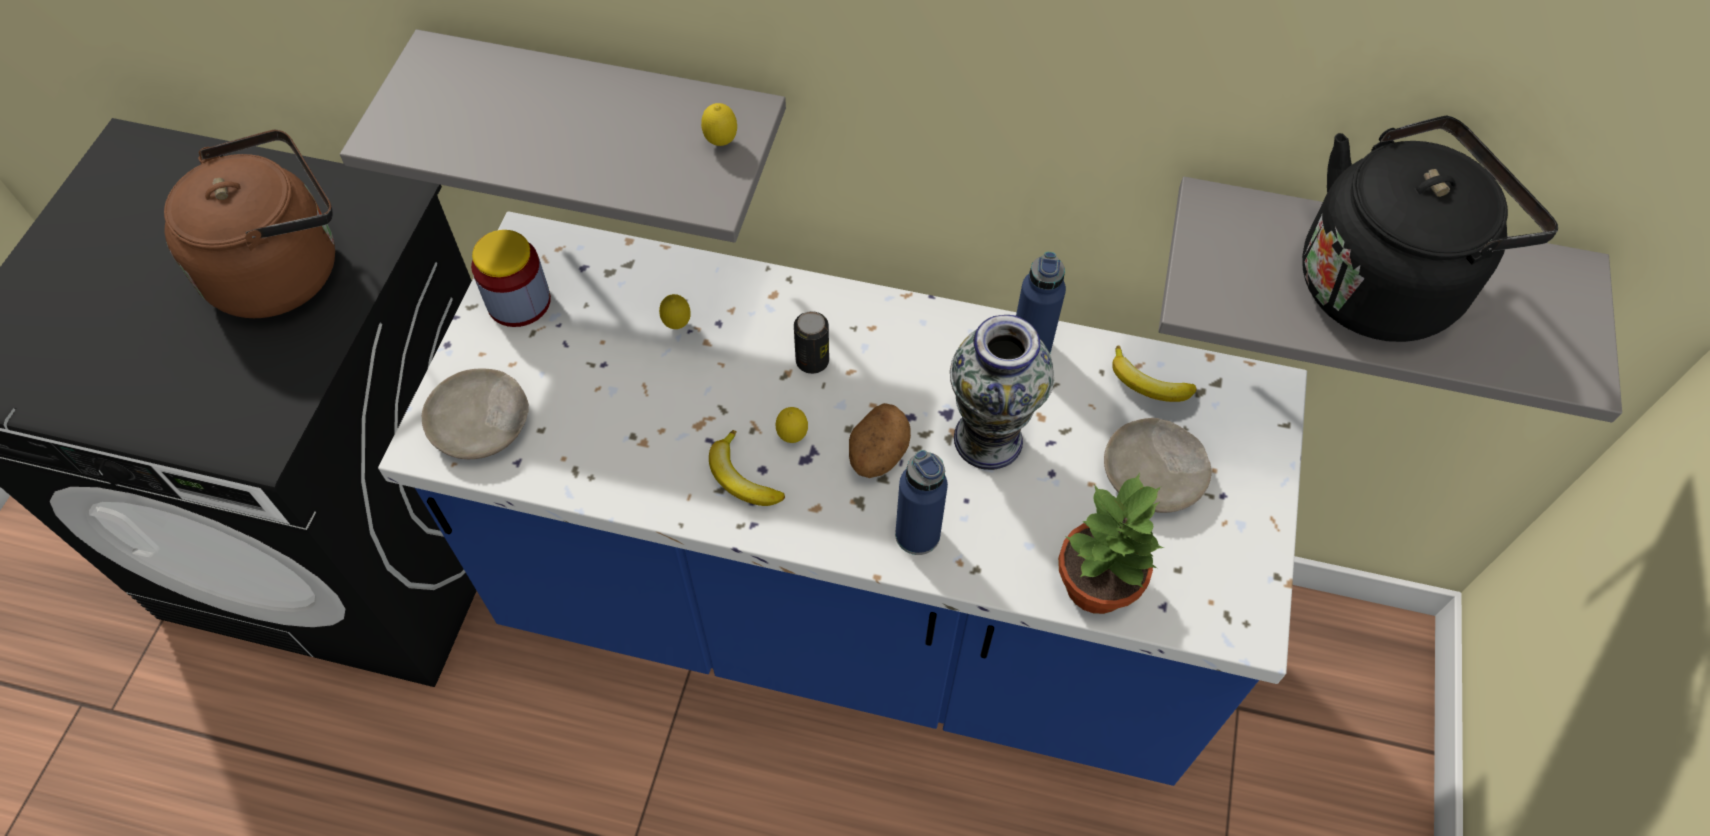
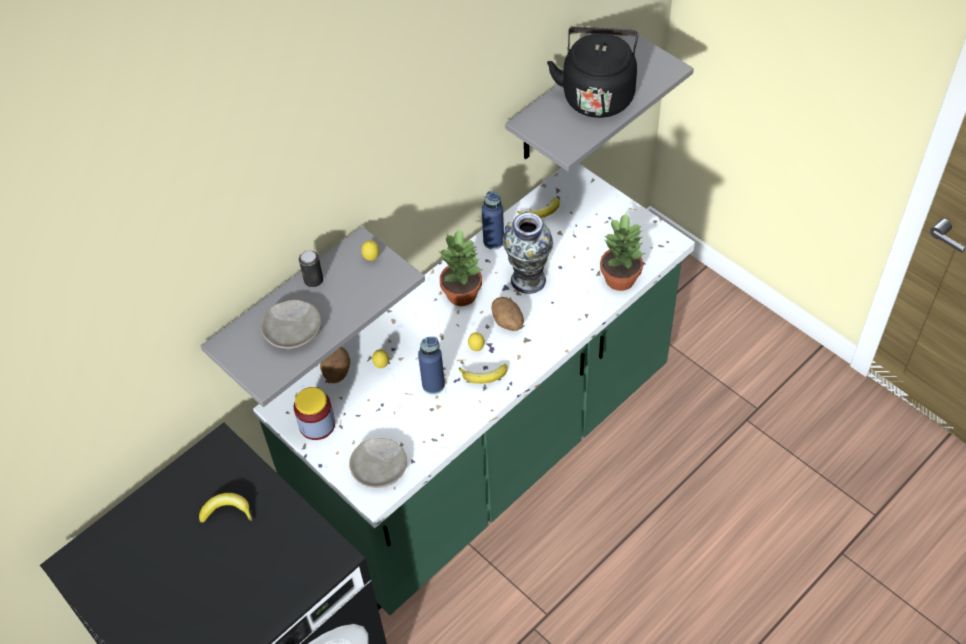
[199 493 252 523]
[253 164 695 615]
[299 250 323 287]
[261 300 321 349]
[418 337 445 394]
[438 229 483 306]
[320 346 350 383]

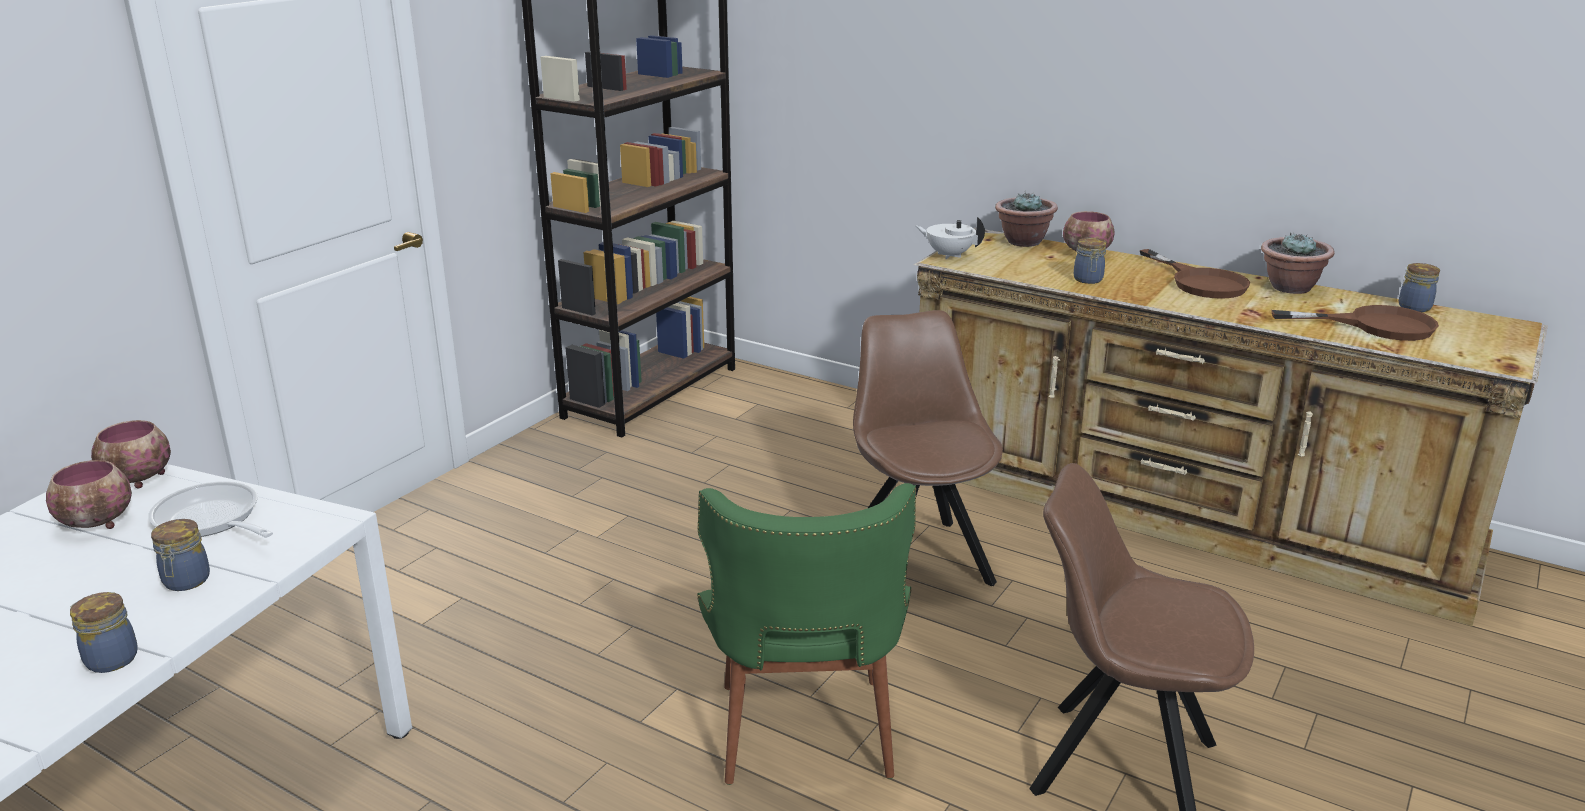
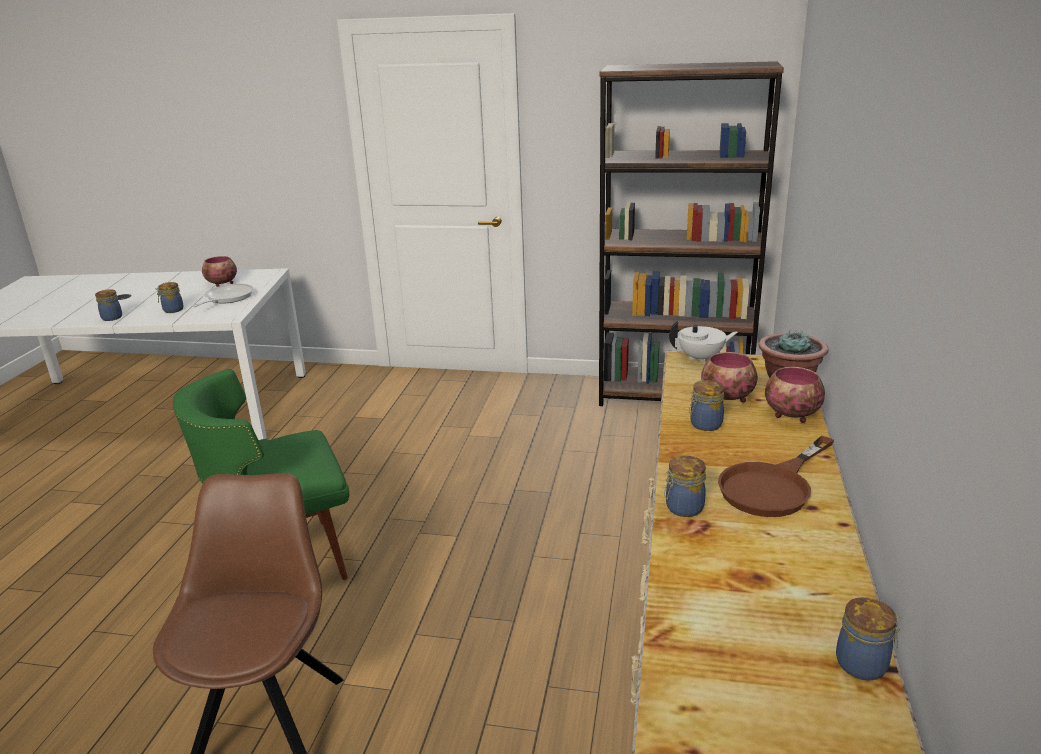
[669 321 738 363]
[1261 233 1335 294] (first image)
[1271 305 1439 341] (first image)
[853 310 1003 586] (first image)
[701 352 758 403]
[664 456 706 517]

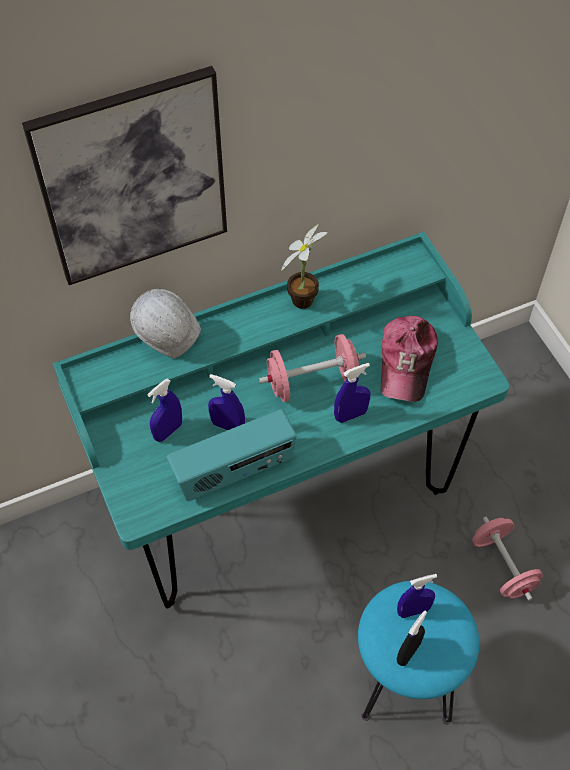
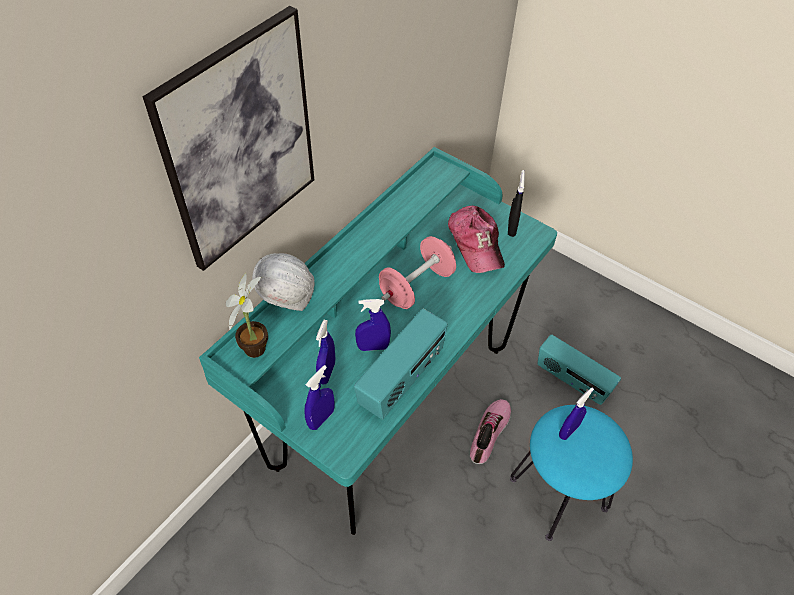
[225 273 268 358]
[304 365 334 430]
[537 334 621 405]
[508 170 525 237]
[470 399 511 464]

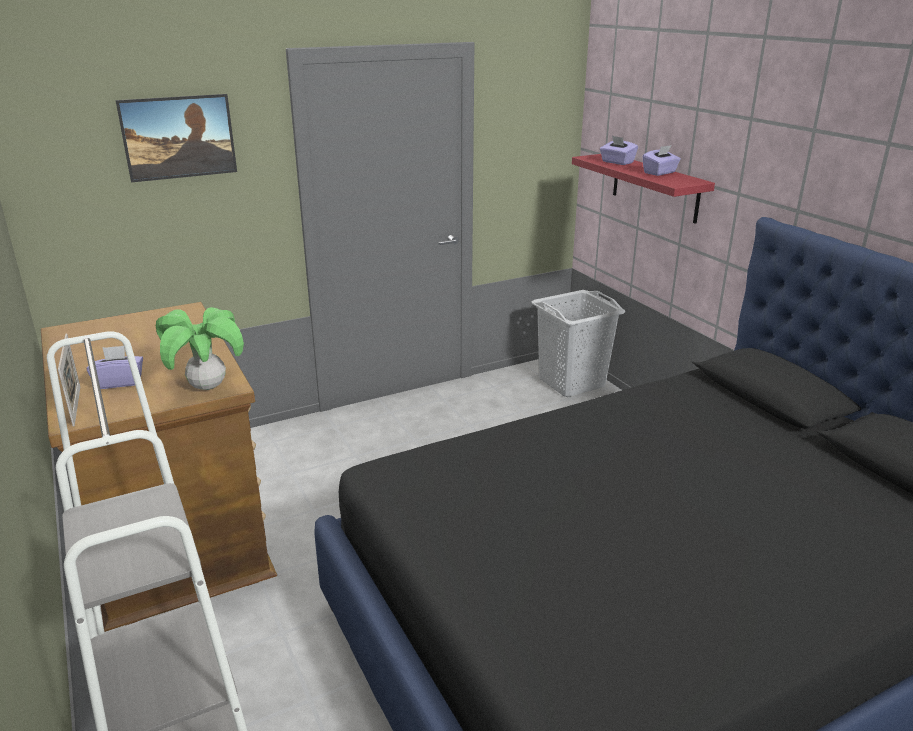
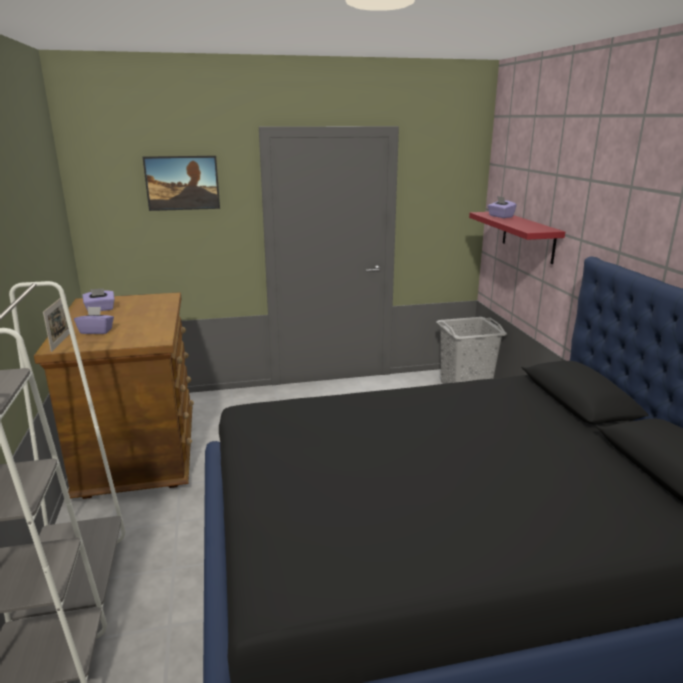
[82 288 115 311]
[156 307 244 390] (first image)

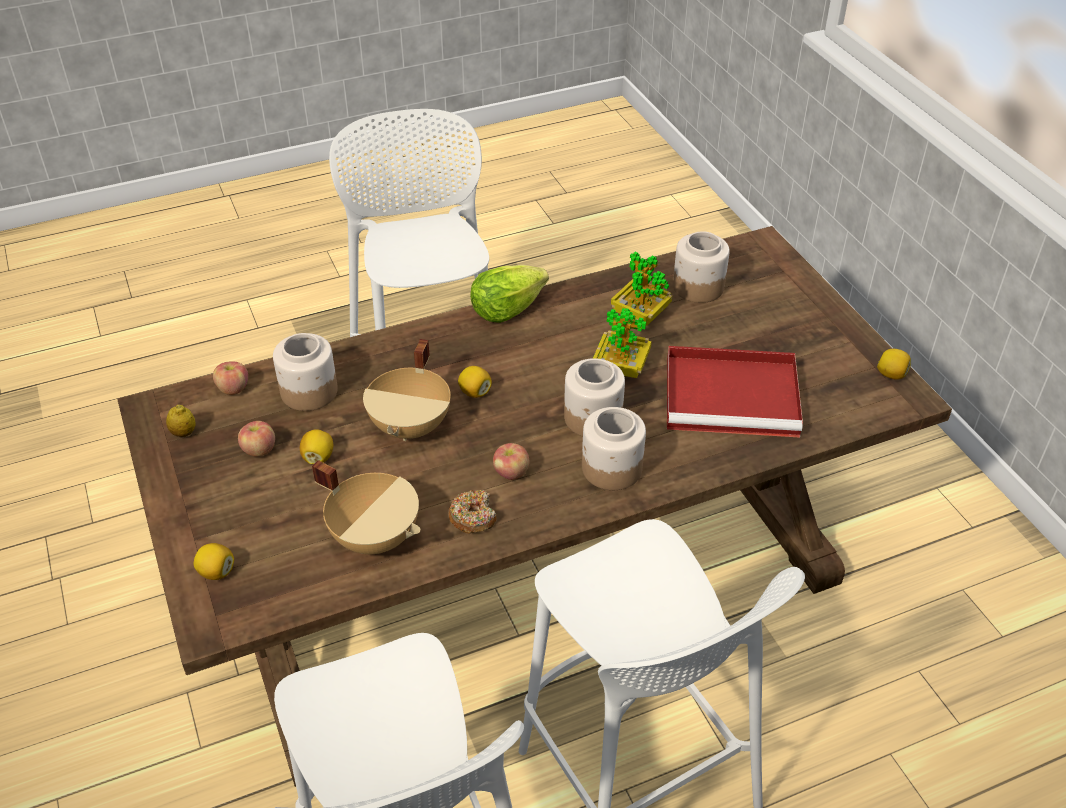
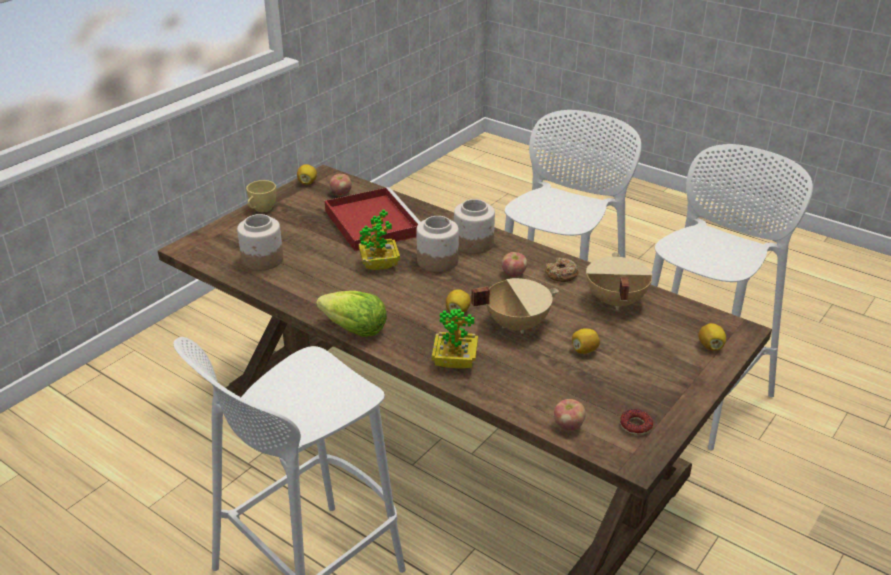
[432 309 478 369]
[273 333 338 411] (first image)
[620 409 653 435]
[330 174 352 195]
[246 180 276 212]

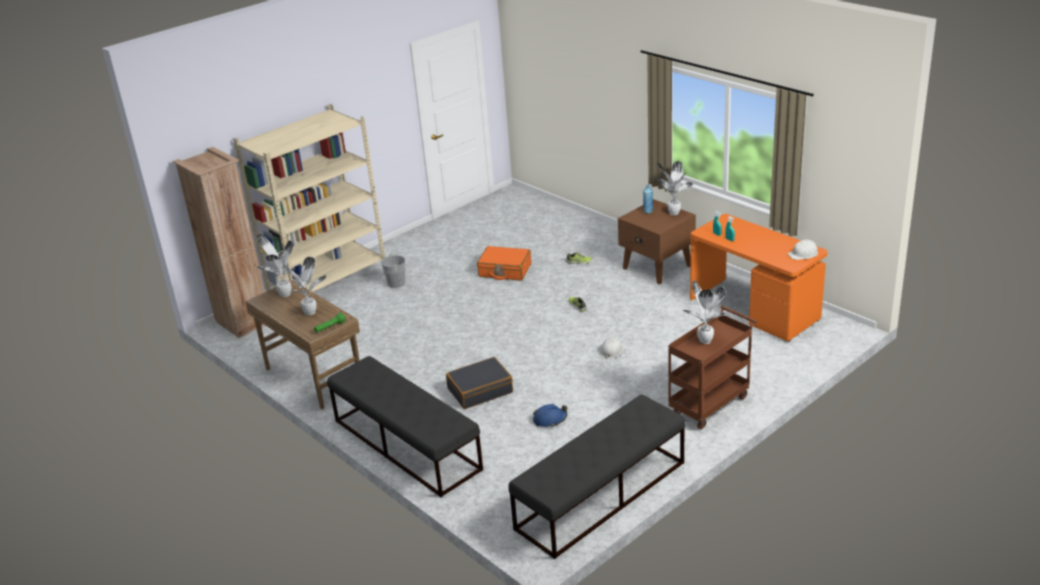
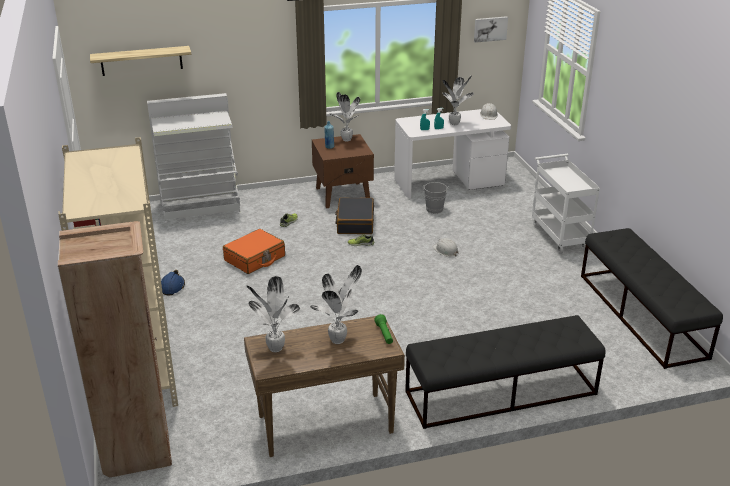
[394 109 511 198]
[423 182 448 214]
[442 75 474 125]
[532 153 600 254]
[335 198 374 234]
[161 270 185 295]
[474 16 508 43]
[90 46 191 76]
[147 93 241 223]

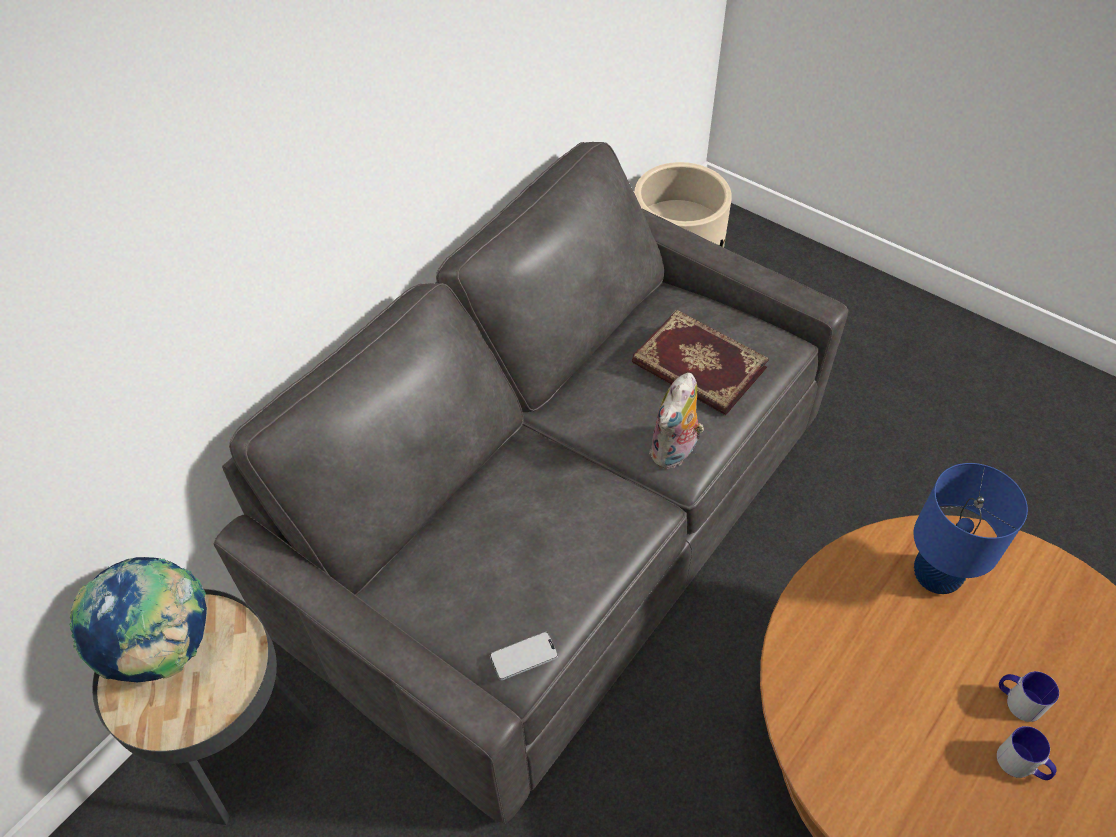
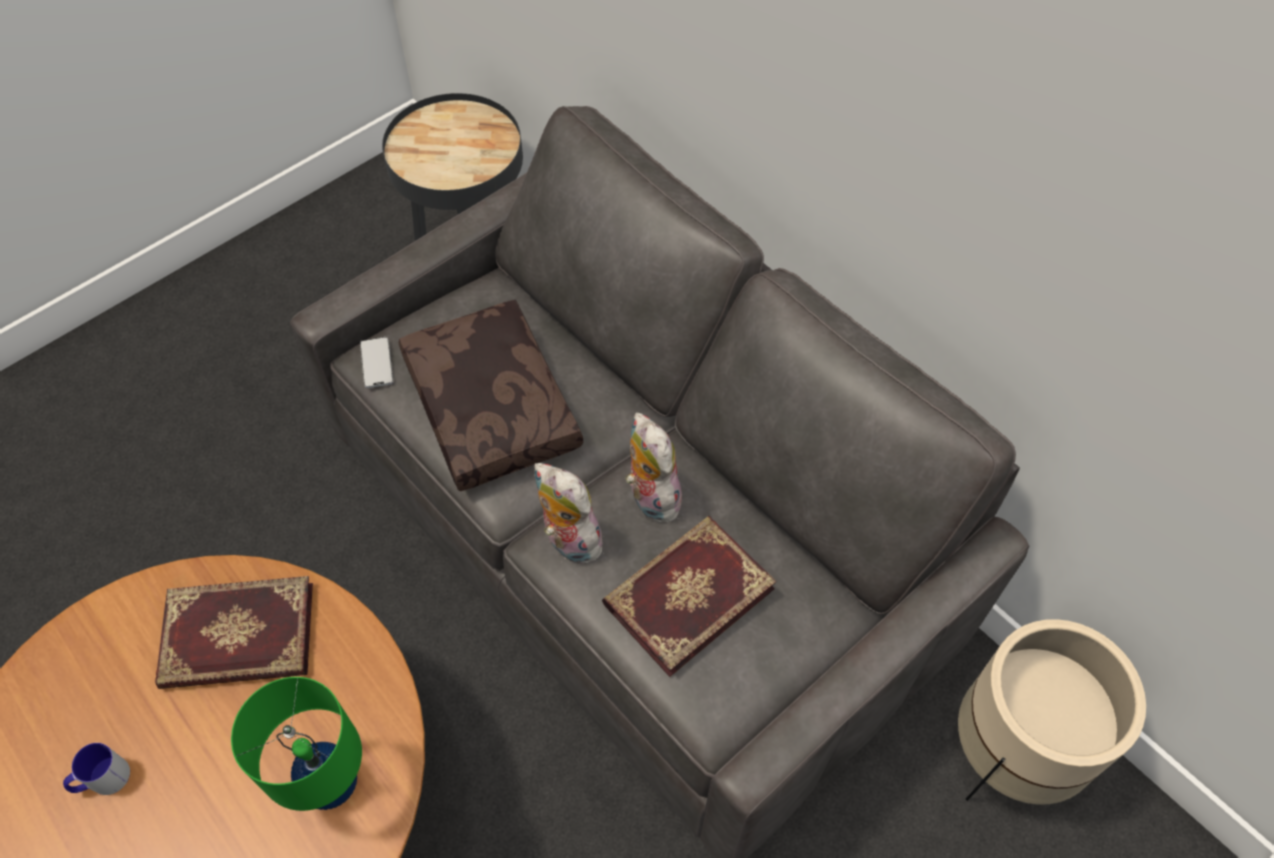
[231 677 362 811]
[70 557 207 682] (first image)
[999 671 1059 722] (first image)
[399 300 583 491]
[625 412 682 522]
[155 576 313 689]

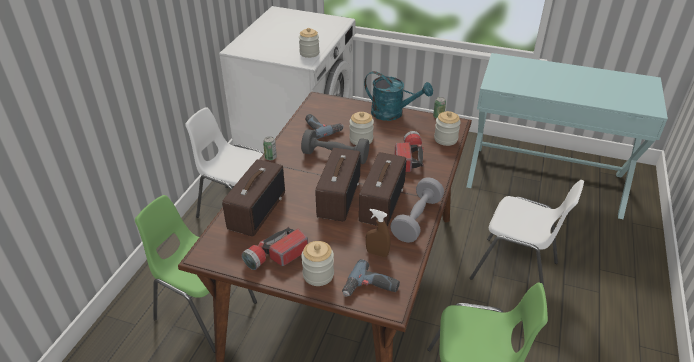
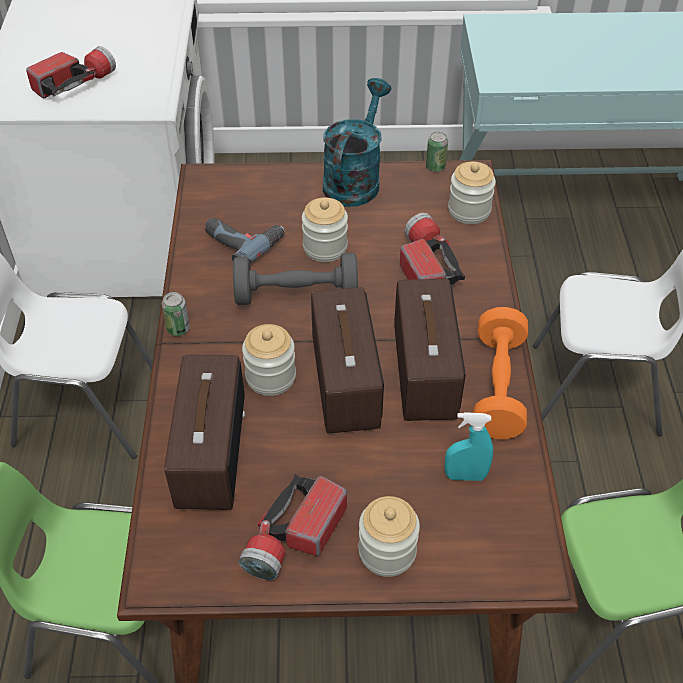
[242 324 296 396]
[323 78 391 207]
[473 307 528 439]
[445 412 493 481]
[342 259 400 297] (first image)
[26 46 116 98]

